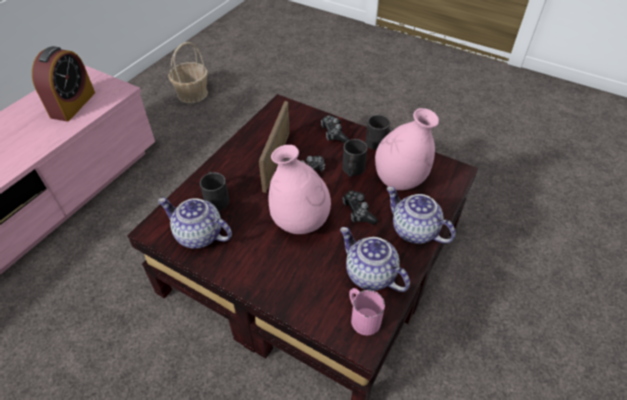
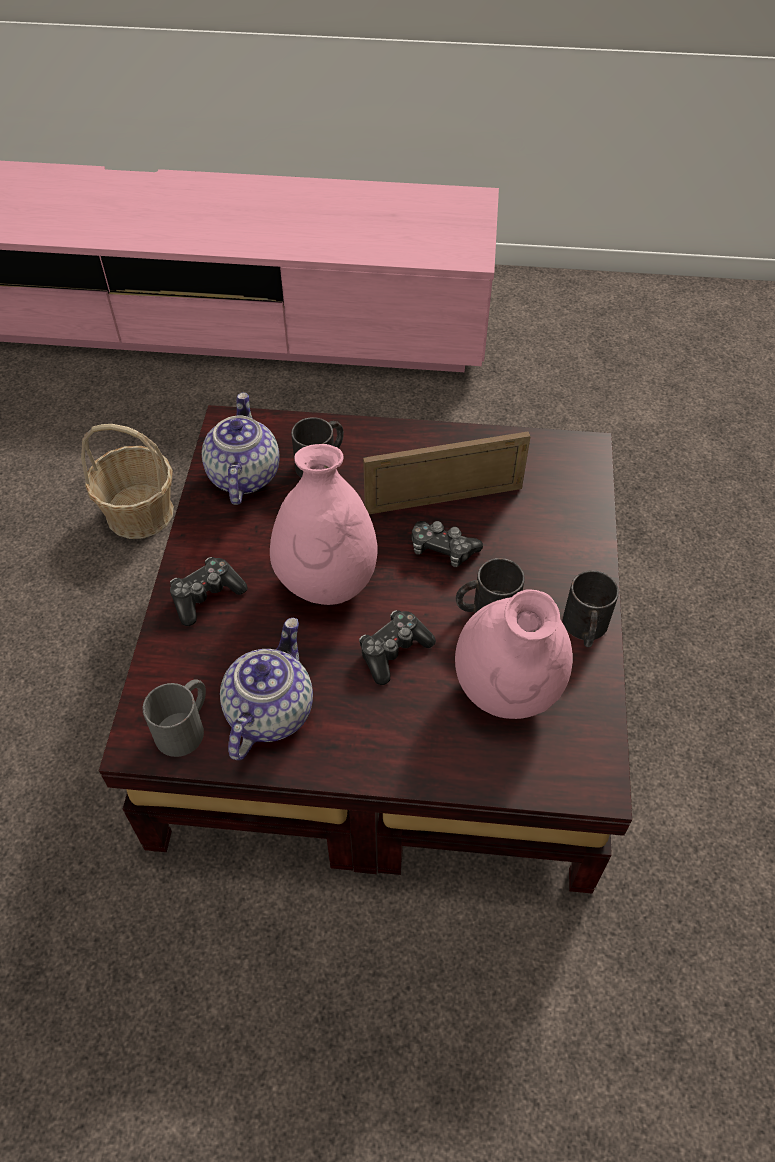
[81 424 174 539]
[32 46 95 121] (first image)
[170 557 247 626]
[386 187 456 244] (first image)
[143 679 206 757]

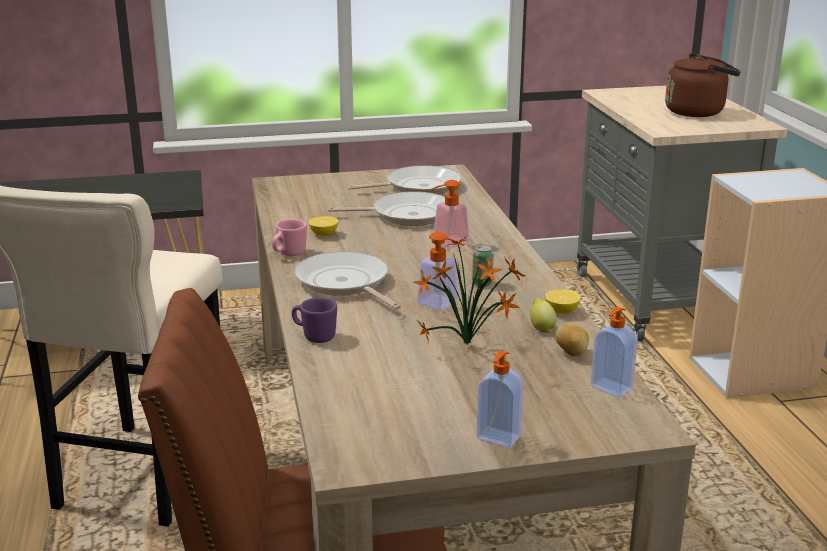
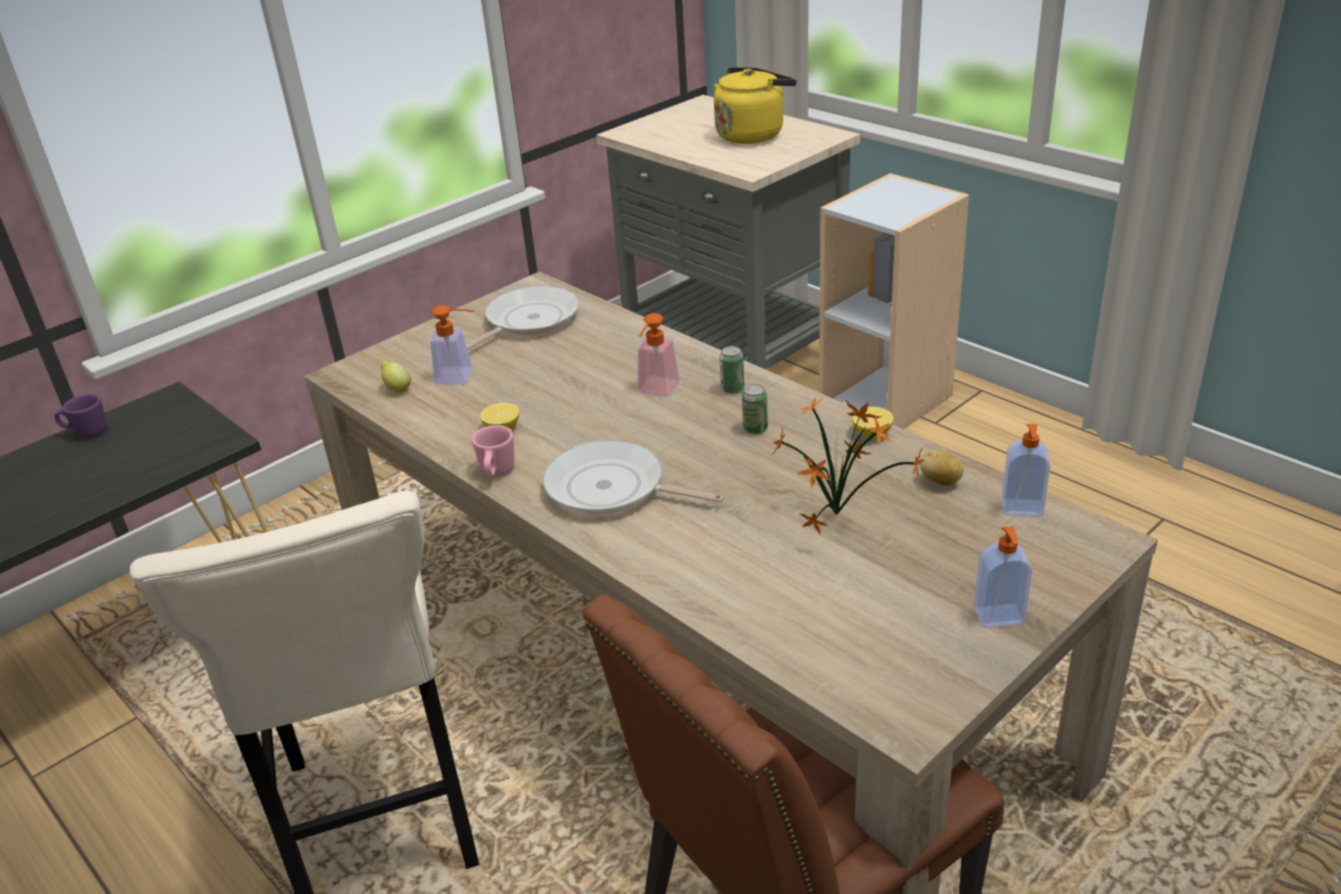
[714 67 797 144]
[328 191 445 226] (first image)
[430 305 474 385]
[54 394 107 439]
[381 361 411 393]
[719 346 744 394]

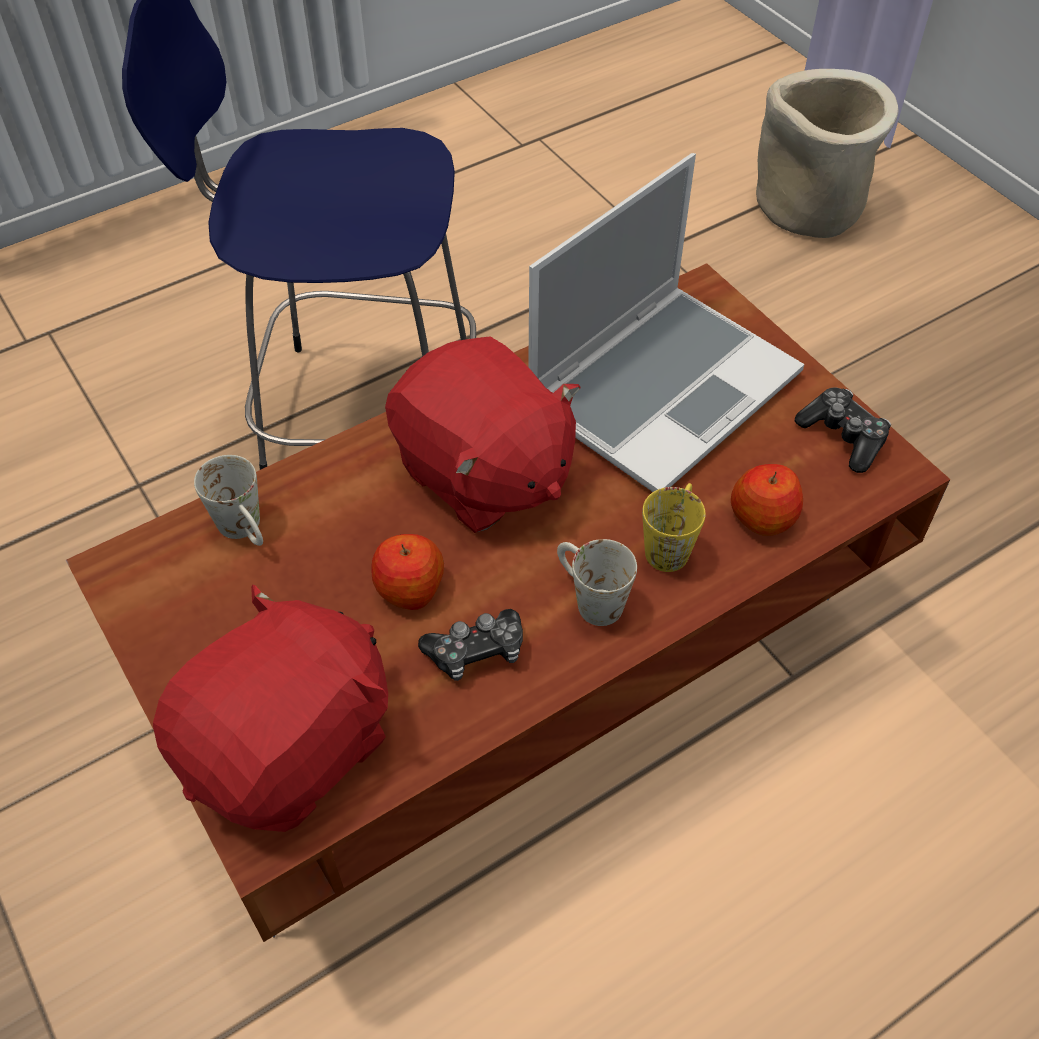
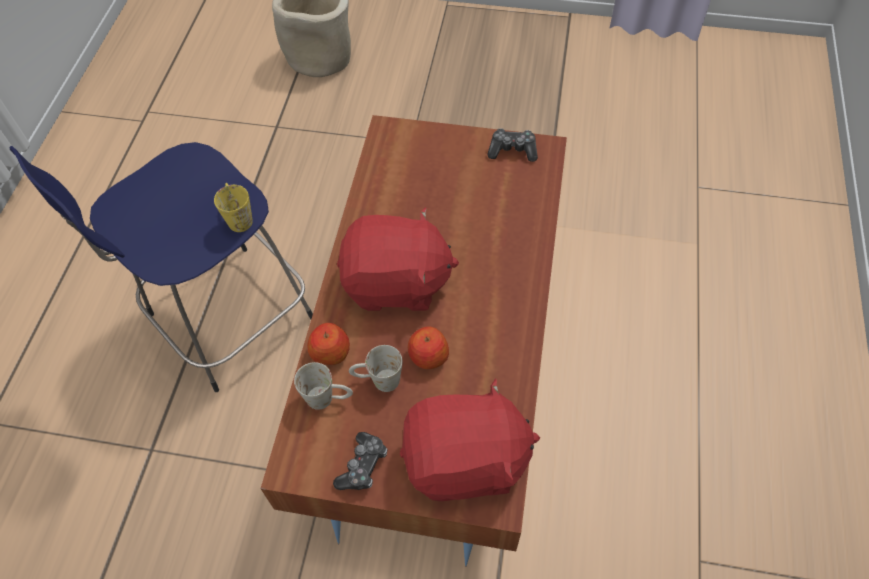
[528 153 805 492] (first image)
[307 323 350 365]
[214 183 253 232]
[349 345 402 392]
[400 379 540 501]
[333 432 388 490]

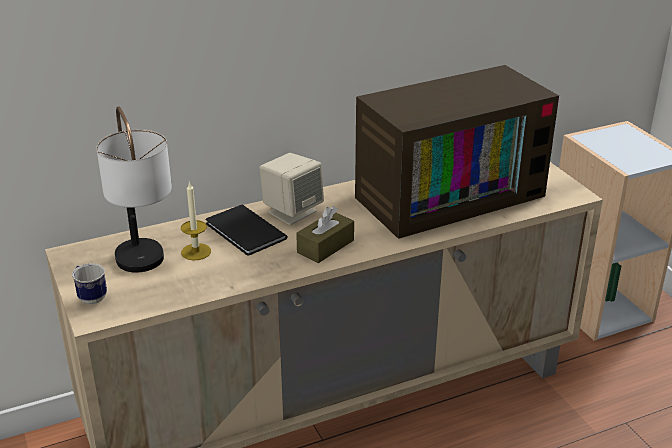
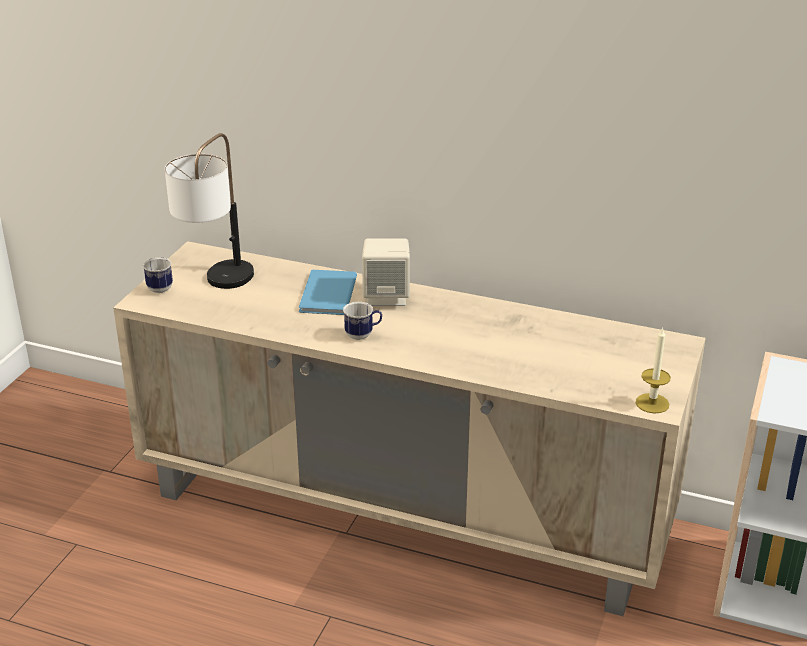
[355 65 559 239] (first image)
[636 327 671 413]
[299 270 357 315]
[343 302 382 340]

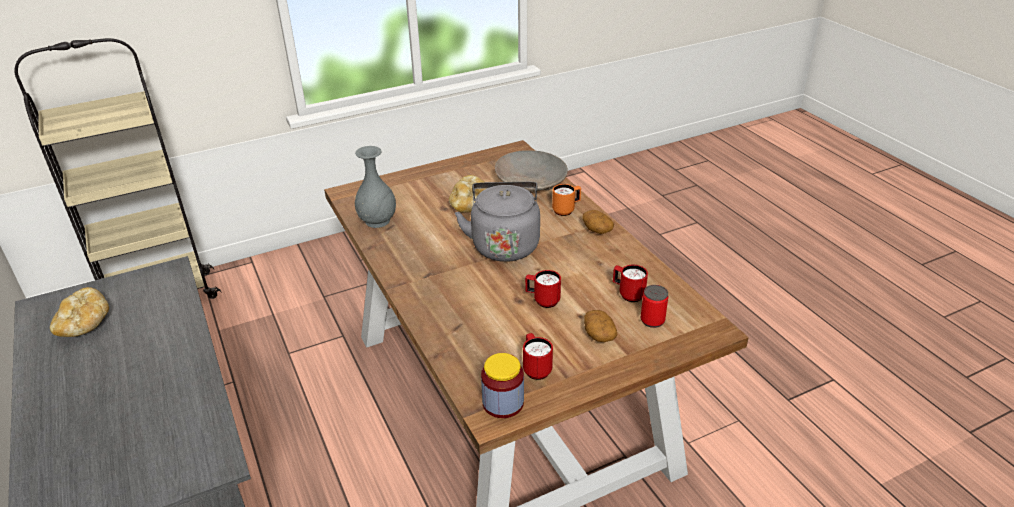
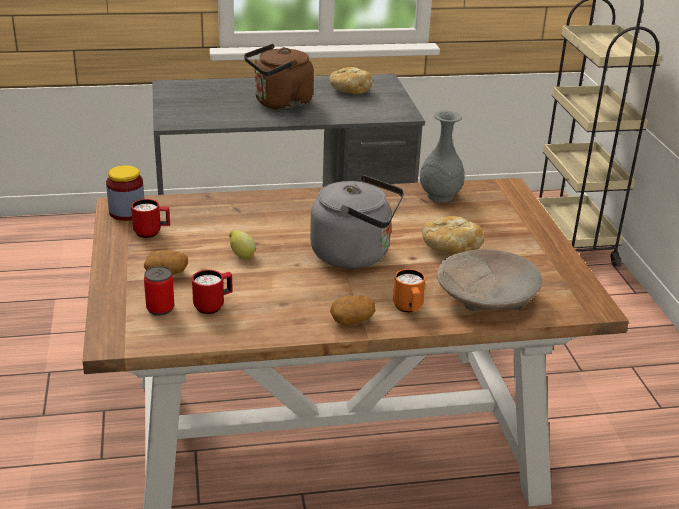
[229 230 256 259]
[244 44 314 110]

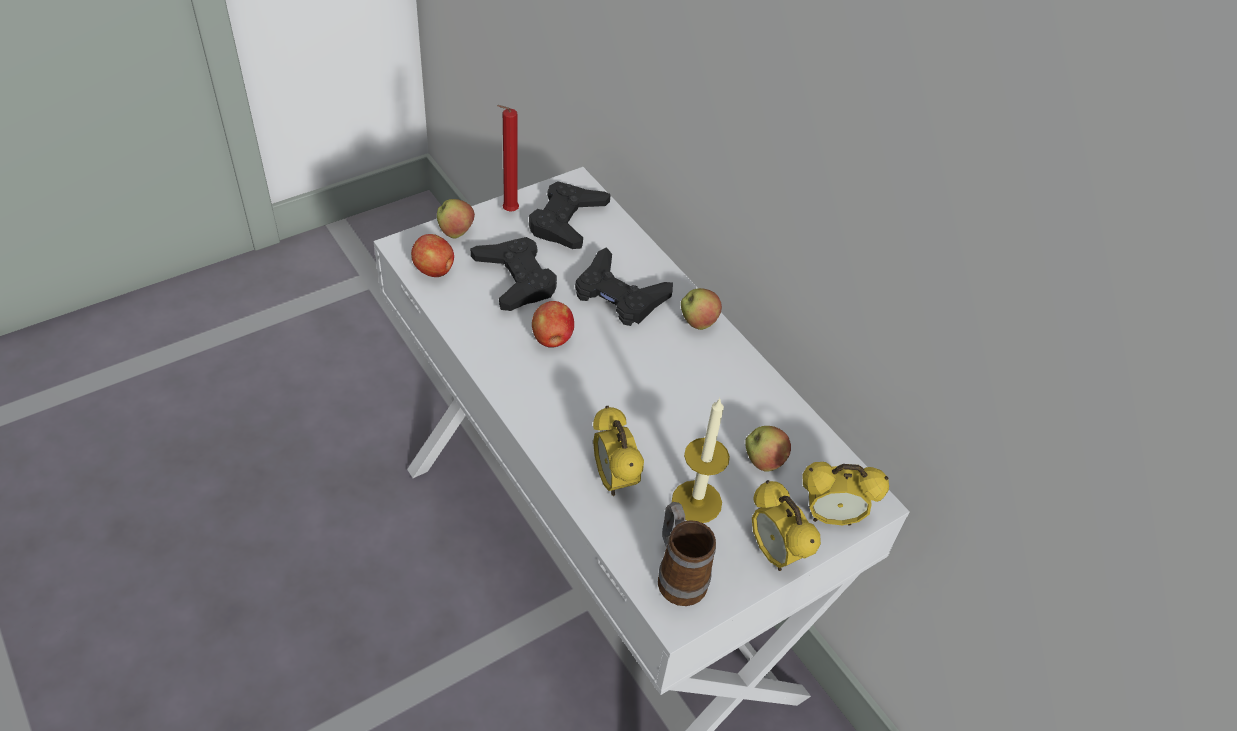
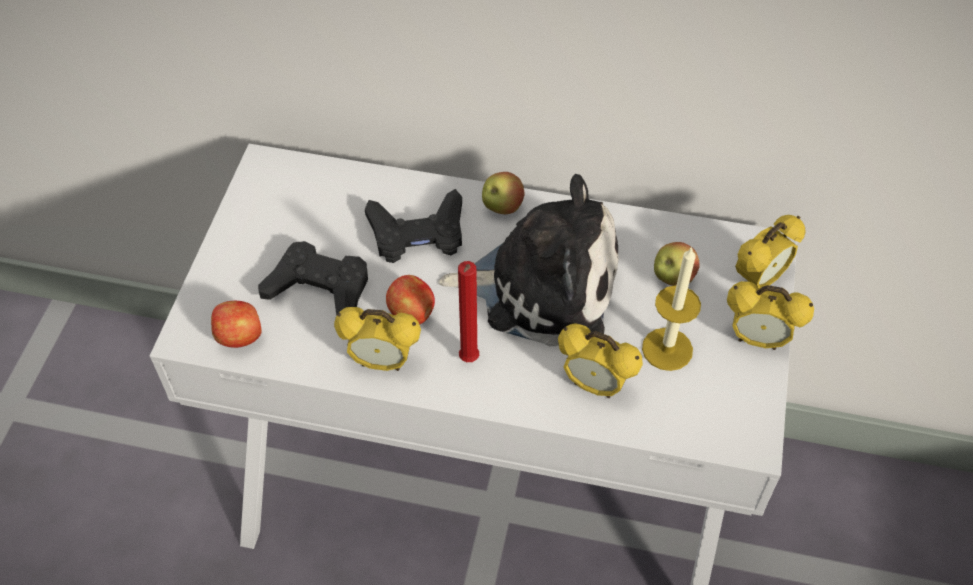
[458 261 479 362]
[529 181 611 249] (first image)
[437 199 475 238] (first image)
[658 502 716 606] (first image)
[438 174 619 346]
[334 307 421 371]

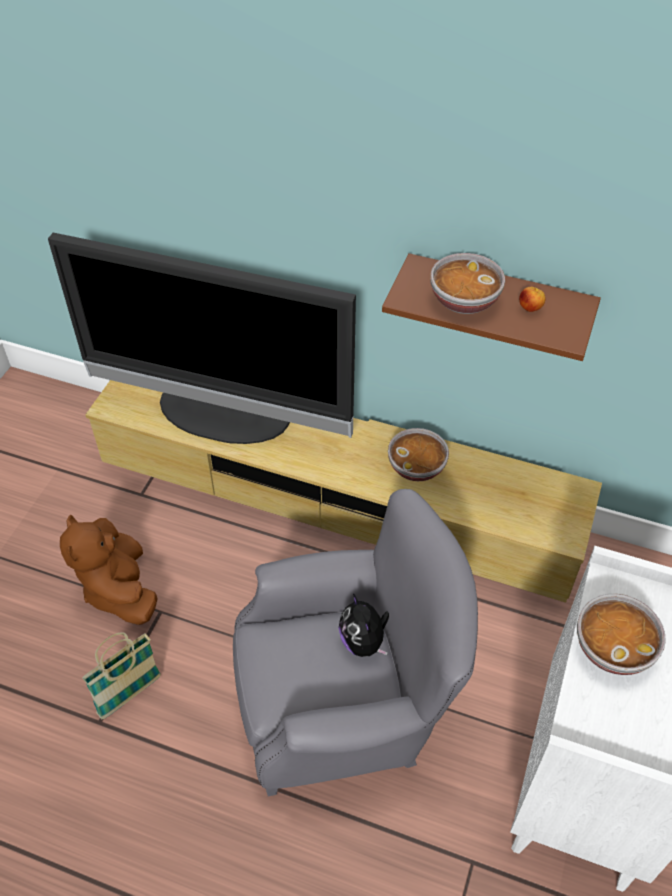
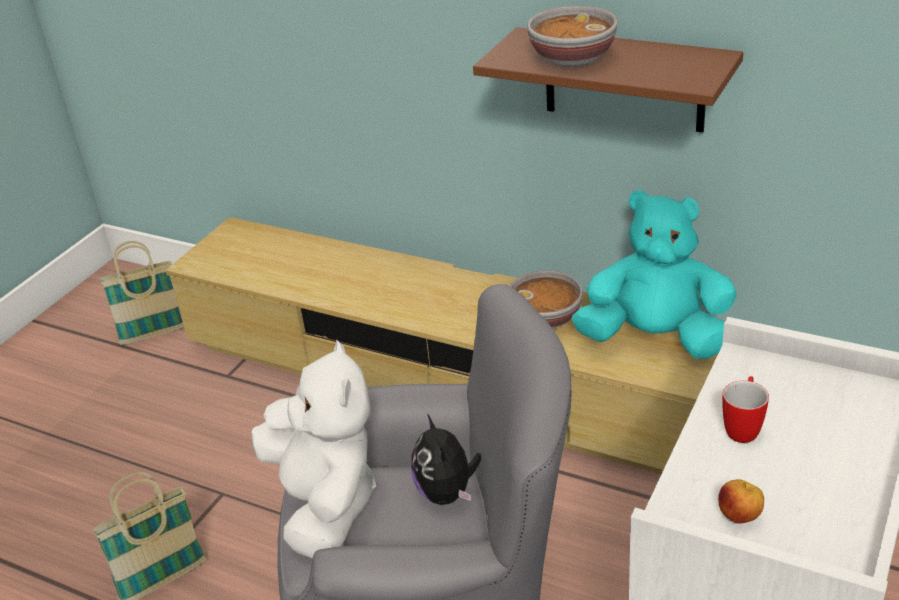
[48 233 356 444] (first image)
[718 479 764 524]
[60 515 158 625] (first image)
[723 376 769 443]
[572 190 737 359]
[100 241 184 345]
[252 340 377 559]

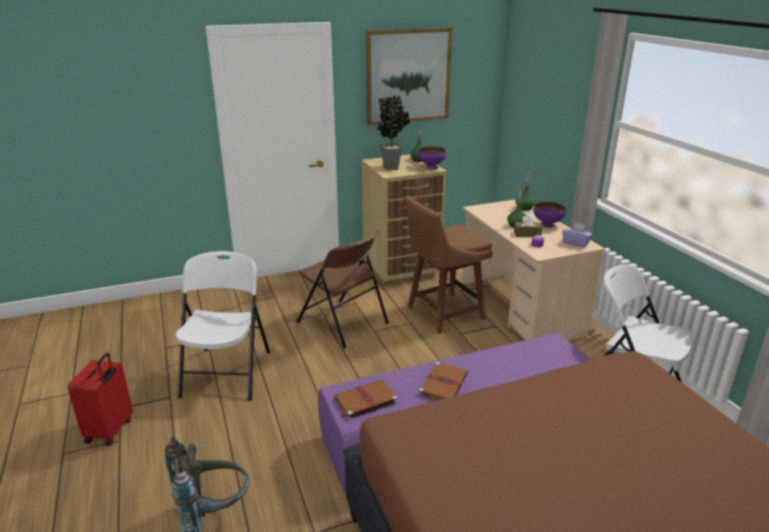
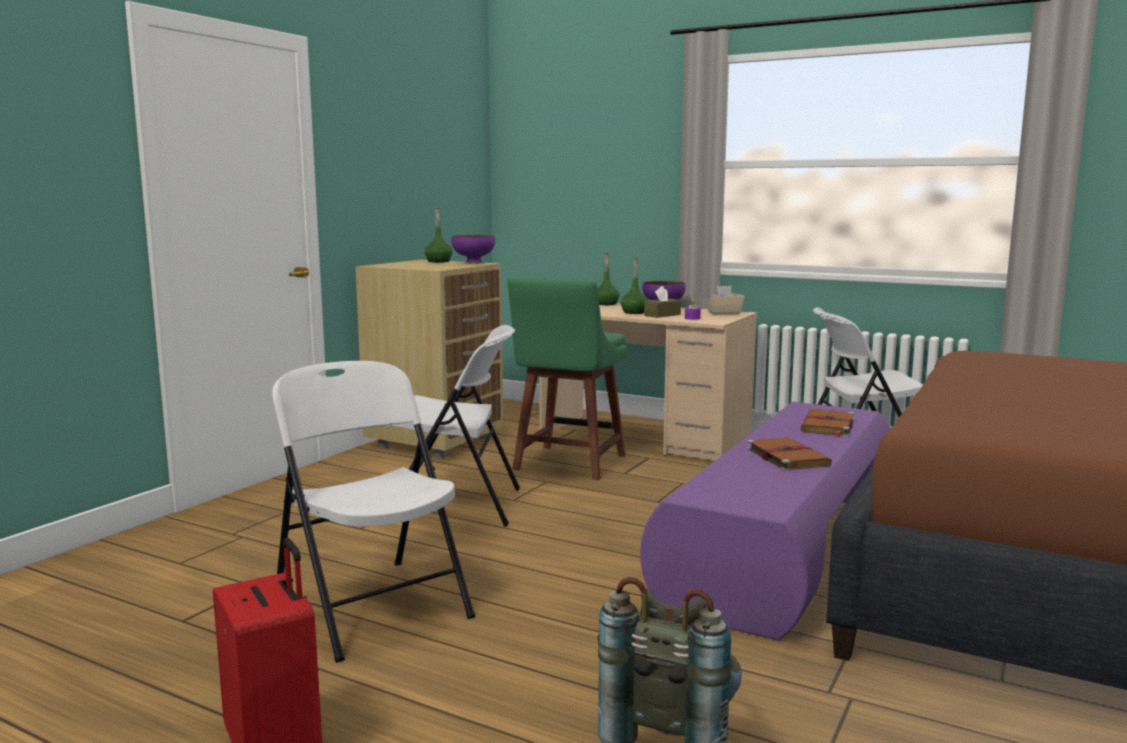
[366 28 452 125] (first image)
[377 95 410 170] (first image)
[508 277 627 480]
[705 286 745 315]
[386 325 520 527]
[800 409 855 437]

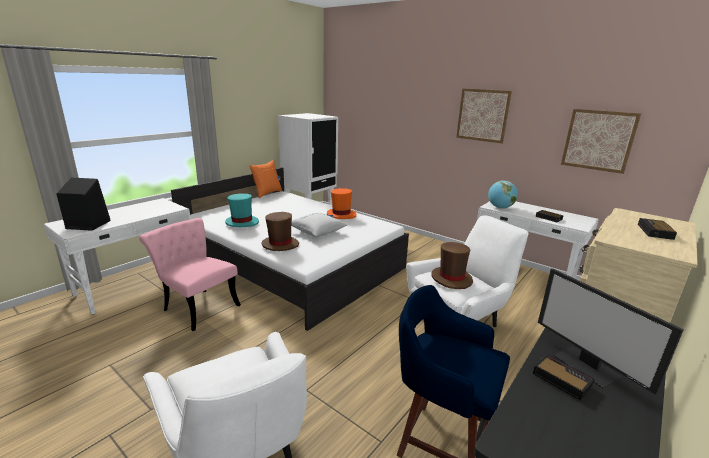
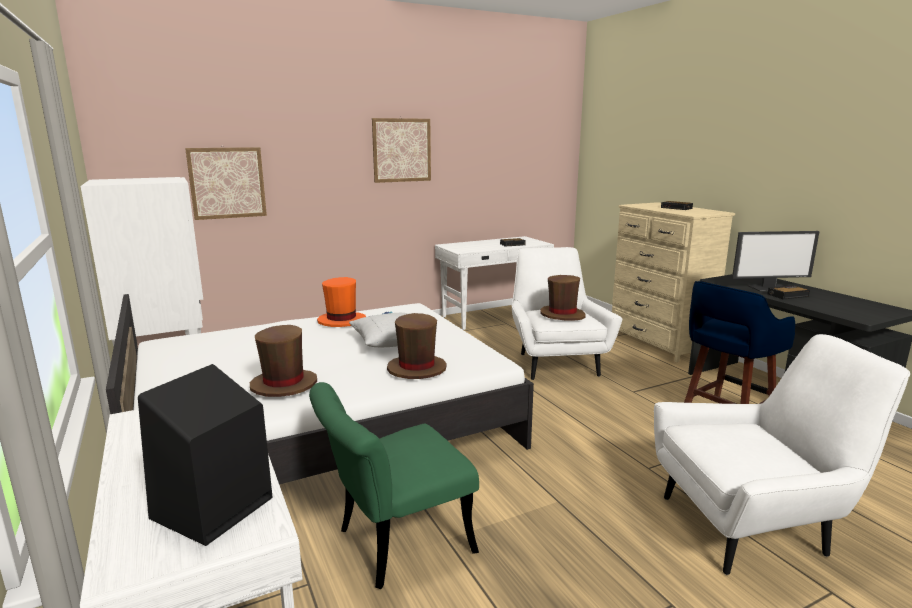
[185 146 267 220]
[249 160 282 198] (first image)
[488 180 518 209] (first image)
[250 325 317 397]
[309 382 479 589]

